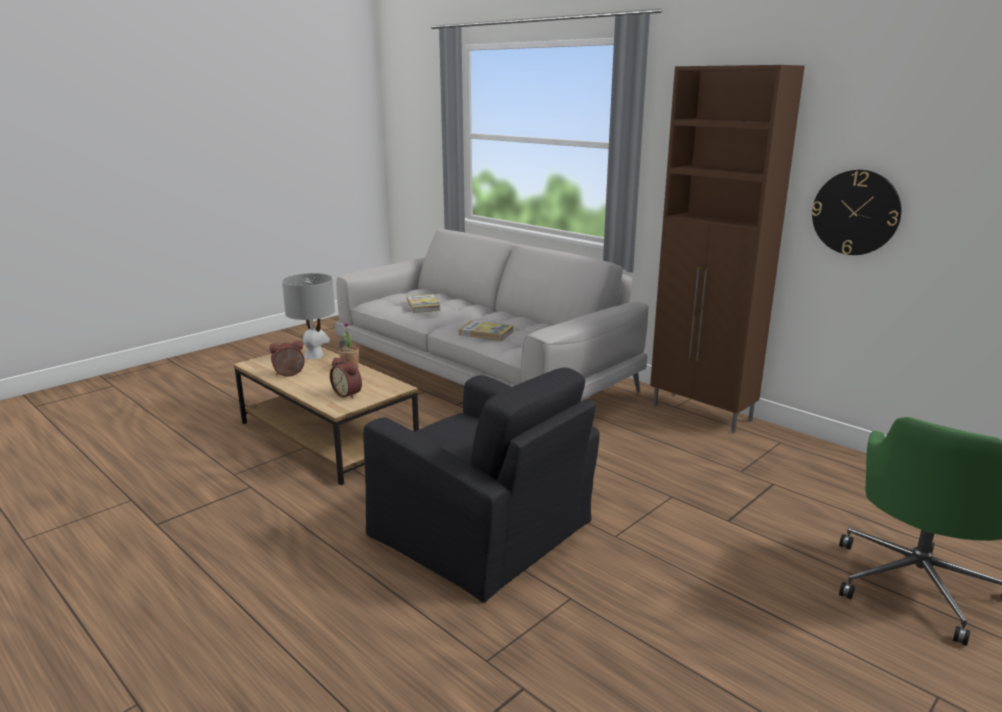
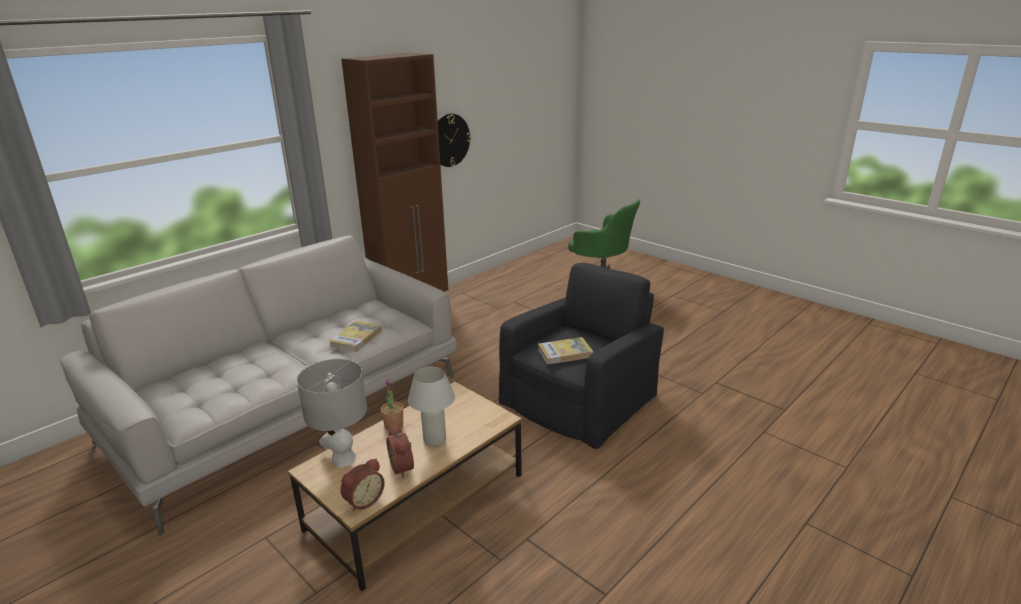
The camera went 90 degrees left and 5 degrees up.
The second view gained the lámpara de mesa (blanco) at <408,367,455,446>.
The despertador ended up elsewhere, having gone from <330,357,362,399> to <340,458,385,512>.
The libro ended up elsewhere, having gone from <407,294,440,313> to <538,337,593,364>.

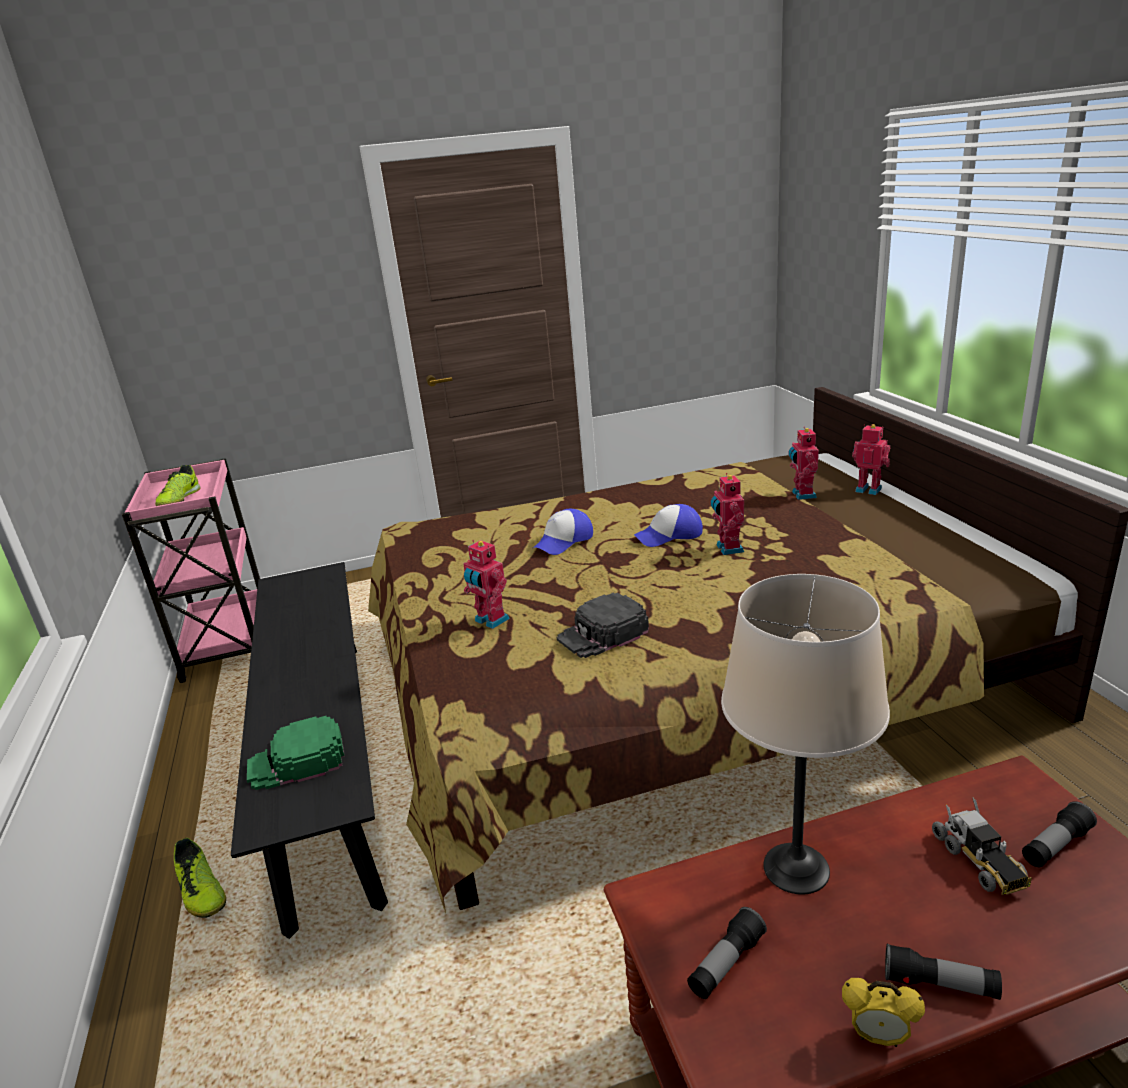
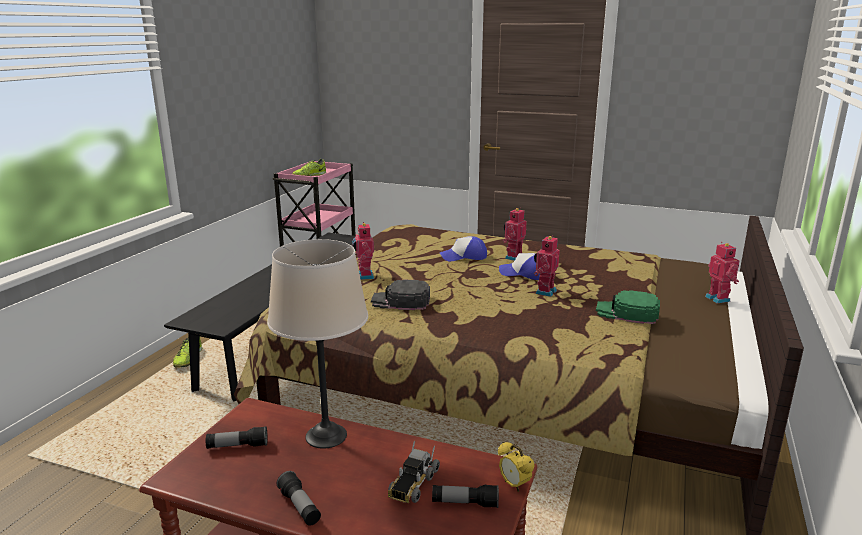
The camera went 35 degrees right and 5 degrees down.
The gorra (verde) ended up elsewhere, having gone from <247,716,345,790> to <596,290,660,324>.
The robot de juguete ended up elsewhere, having gone from <788,427,819,500> to <503,208,527,261>.
The despertador ended up elsewhere, having gone from <842,978,925,1047> to <498,442,535,492>.

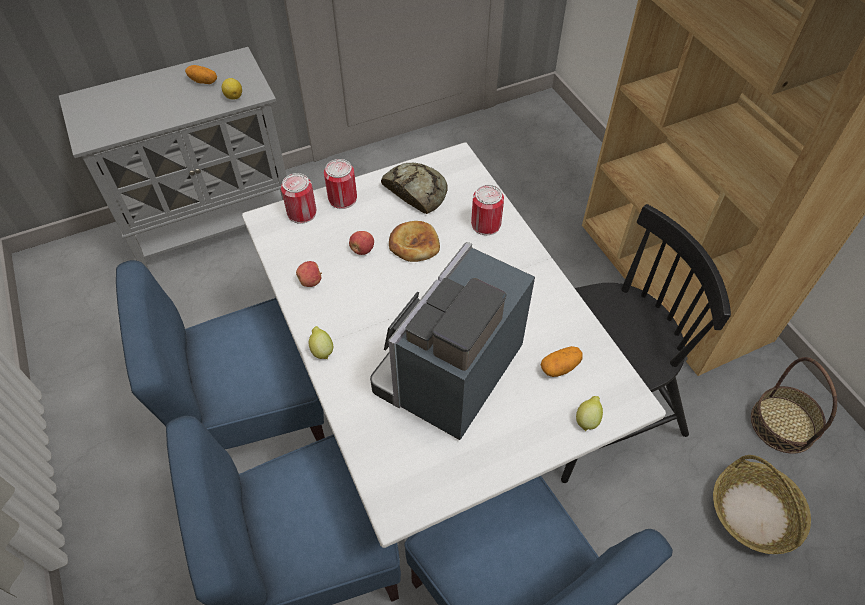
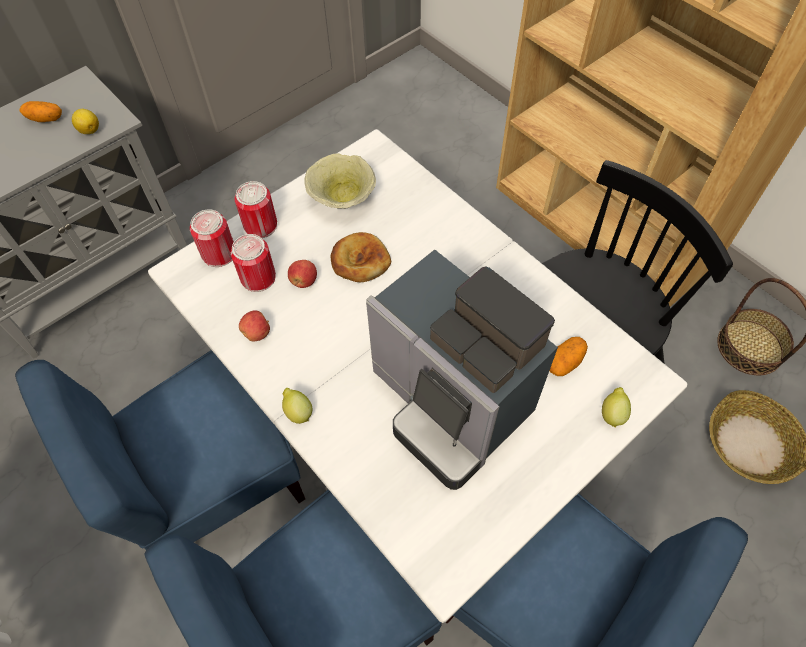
The camera went 15 degrees left and 5 degrees up.
The lata ended up elsewhere, having gone from <471,185,504,235> to <231,234,276,292>.
Where the pan stood at <381,163,448,214>, the cuenco (beis) came to stand at <305,153,376,209>.
The cafetera at <370,242,535,440> ended up facing another way, 60 degrees counterclockwise from before.

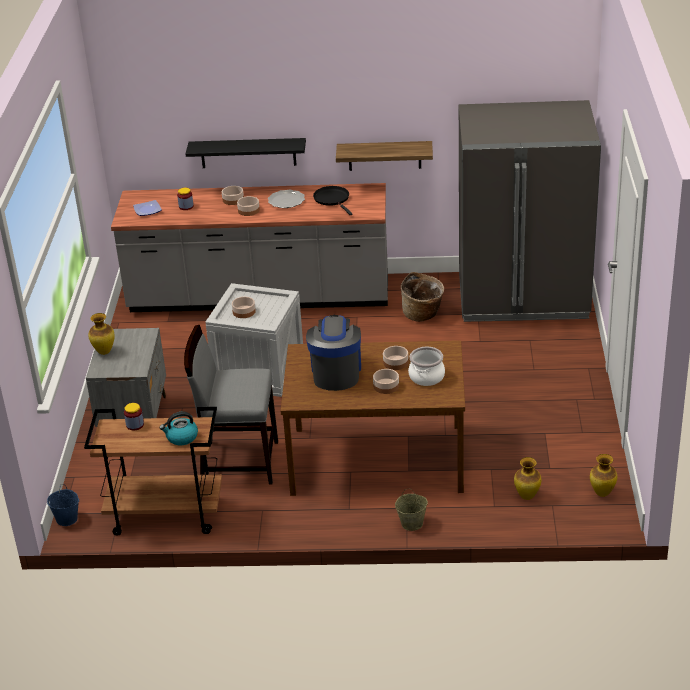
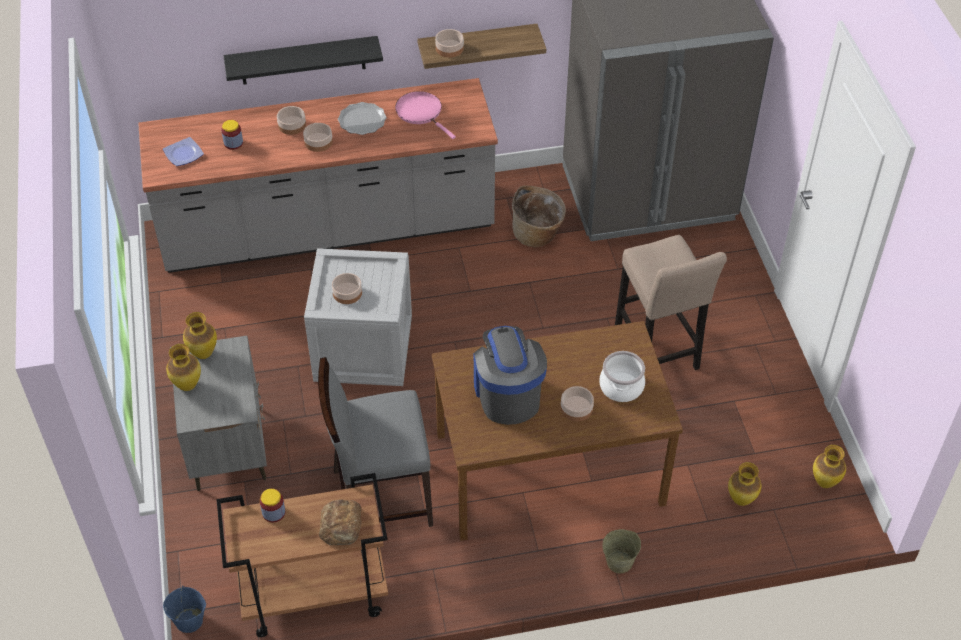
The camera went 15 degrees left and 15 degrees up.
The second view gained the florero at <183,312,217,359>.
The second view gained the taburete (beis) at <615,235,727,370>.
The cuenco ended up elsewhere, having gone from <383,346,408,370> to <435,29,464,58>.
Where the hervidor stood at <160,412,198,445>, the pan came to stand at <319,499,362,545>.
What was the sartén (negro) at <313,186,353,215> turned into the sartén (rosa) at <395,91,456,139>.

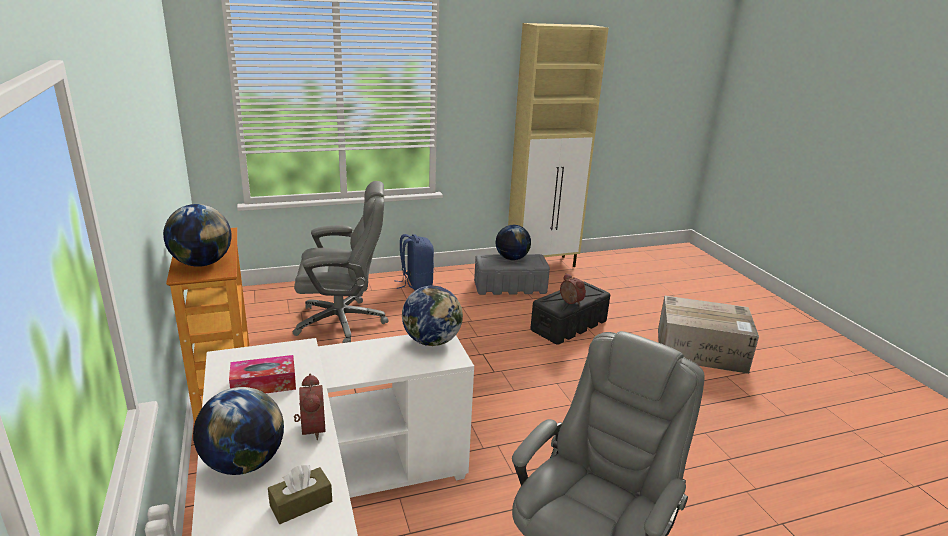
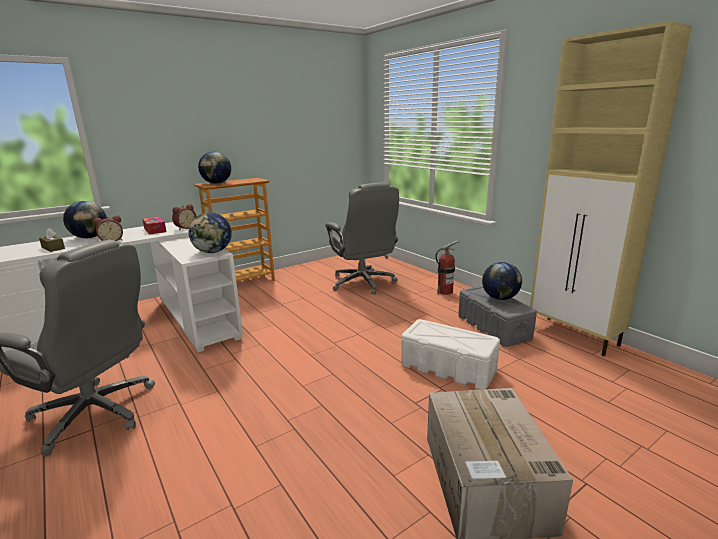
The camera went 75 degrees right and 5 degrees down.
The despertador ended up elsewhere, having gone from <560,273,586,305> to <172,204,196,230>.
Where the mochila (azul) stood at <394,234,434,291>, the extintor came to stand at <435,240,459,295>.
What was the caja de almacenaje (negro) at <530,281,610,345> turned into the caja de almacenaje (blanco) at <401,319,500,390>.

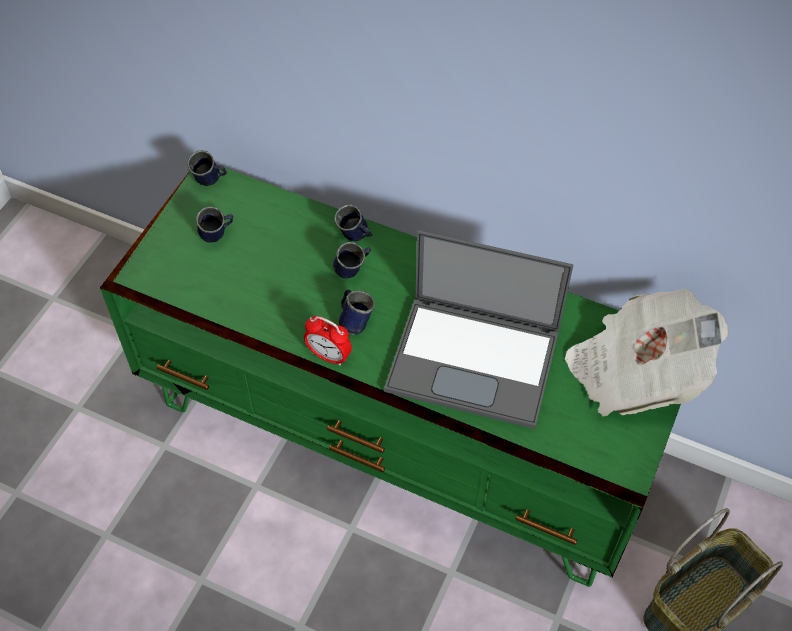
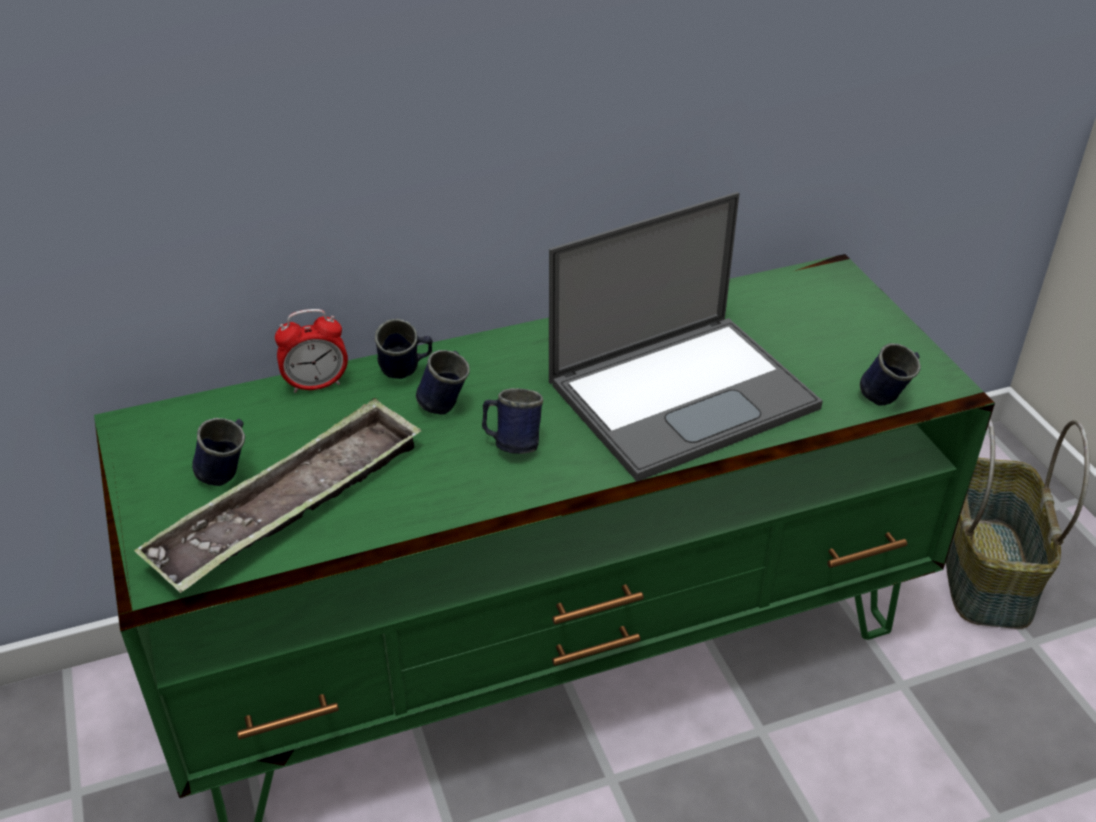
The camera went 45 degrees left and 15 degrees down.
The second view lost the periódico at <565,289,729,416>.
The second view gained the bandeja at <134,398,421,593>.
The taza grande (azul) ended up elsewhere, having gone from <187,150,227,186> to <860,343,921,406>.
The despertador ended up elsewhere, having gone from <304,316,352,366> to <275,309,348,393>.

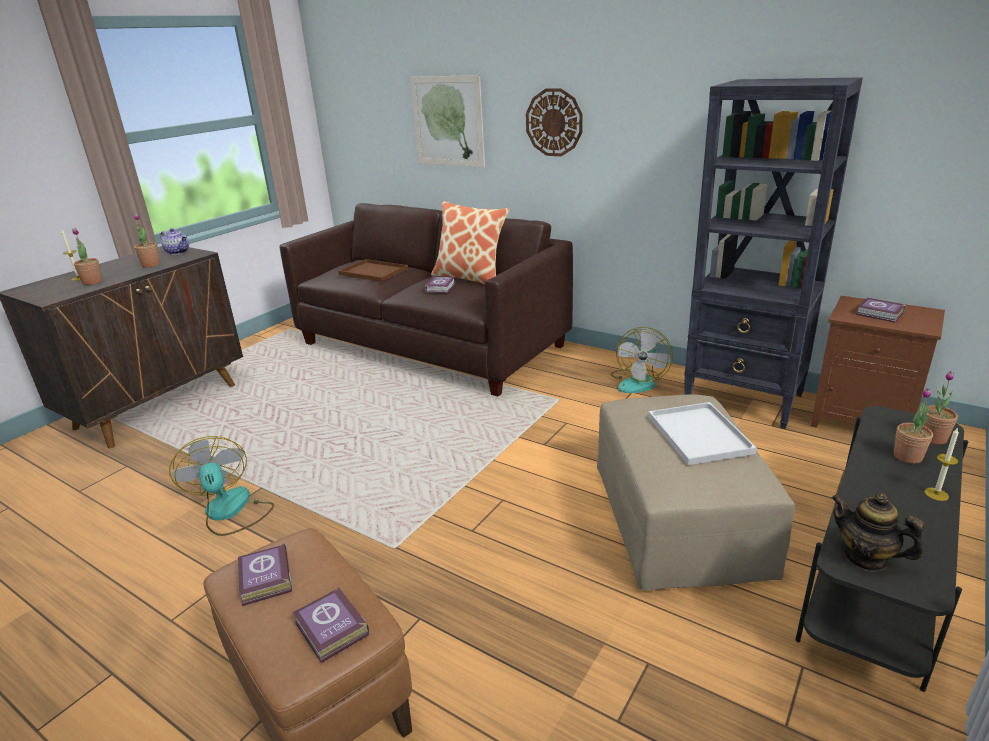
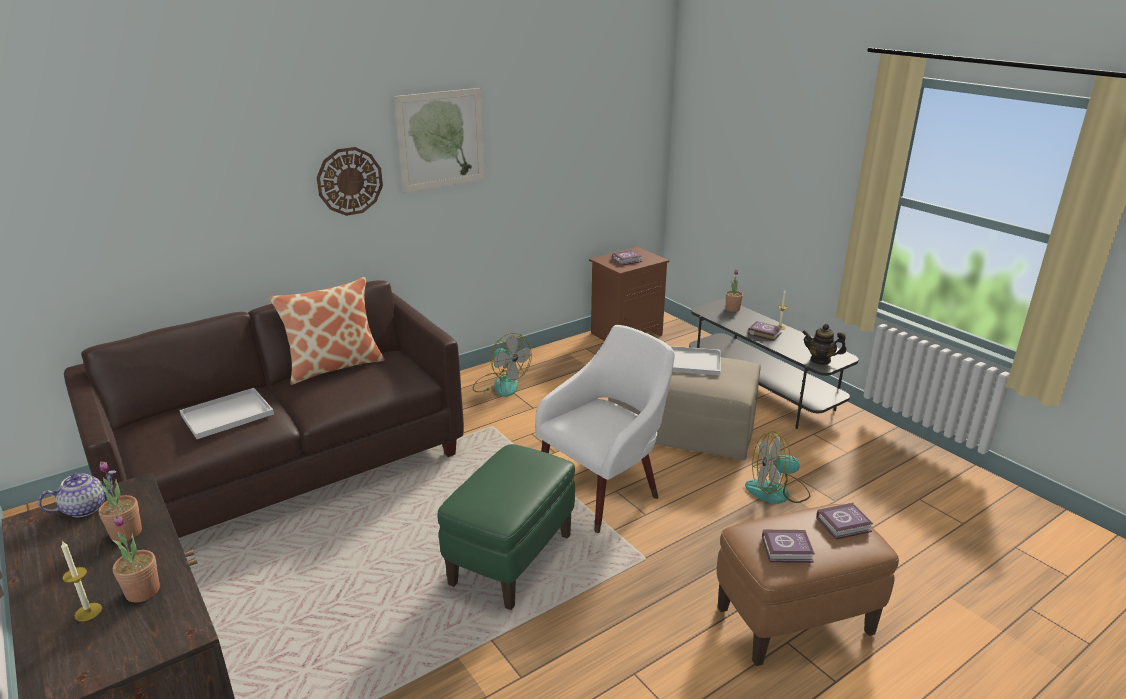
The camera went 70 degrees left and 0 degrees up.
The second view lost the estantería (negro) at <684,77,863,429>.
The second view lost the planta en maceta at <894,388,933,464>.
The second view gained the puf (verde) at <437,444,575,610>.
The second view gained the sillón (blanco) at <535,325,675,533>.
The ventilador ended up elsewhere, having gone from <169,436,274,536> to <745,431,810,504>.
The cuadro ended up elsewhere, having gone from <410,75,485,168> to <394,88,485,193>.
The libro ended up elsewhere, having gone from <425,276,455,293> to <748,321,782,341>.
What was the bandeja (marrón) at <338,259,408,282> turned into the bandeja (blanco) at <180,388,274,439>.
The tetera at <831,493,924,572> ended up facing another way, 45 degrees clockwise from before.

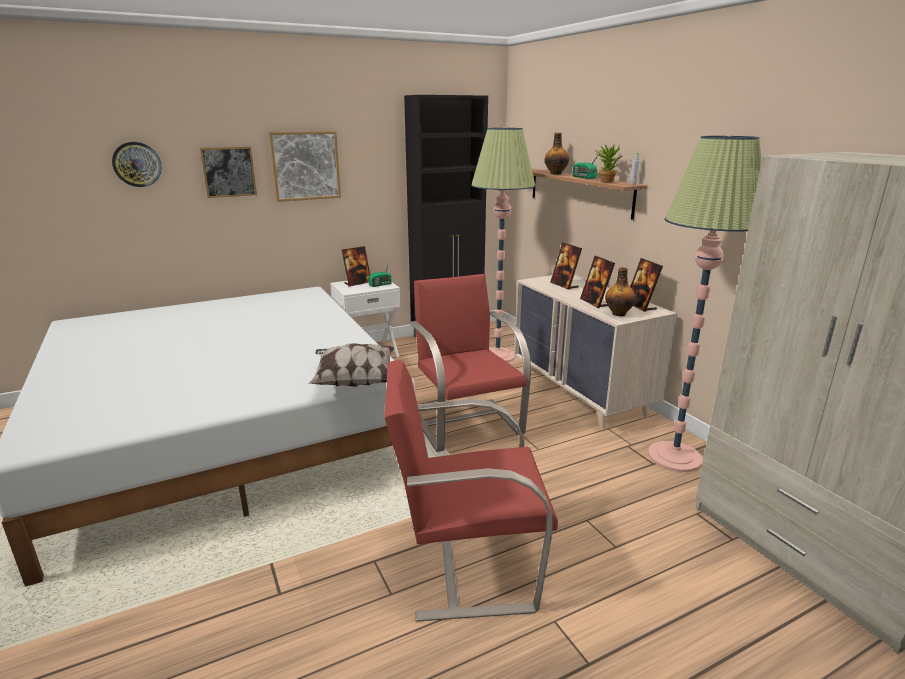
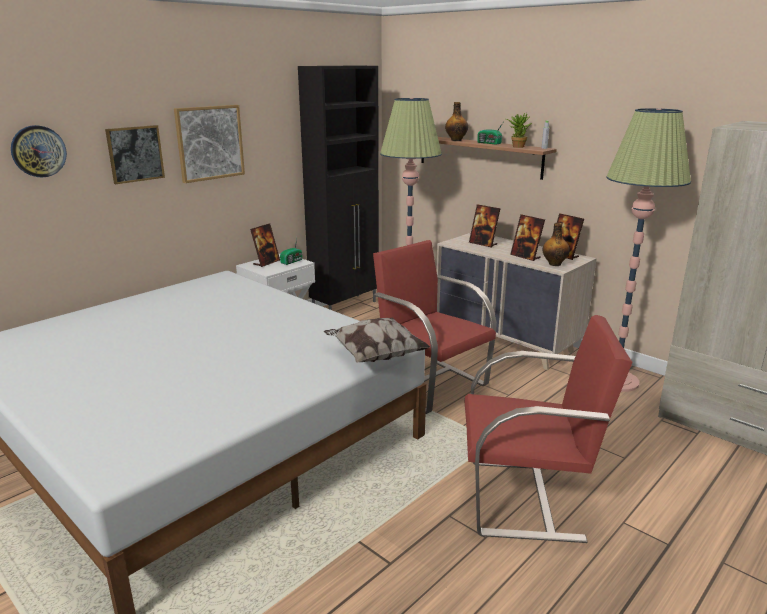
The camera went 20 degrees left and 0 degrees up.
The sillón (rojo) at <384,360,558,622> ended up facing another way, 150 degrees counterclockwise from before.

